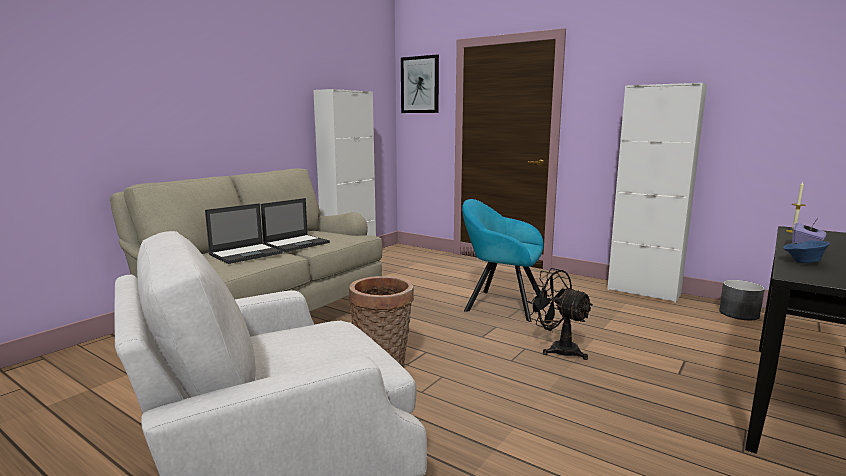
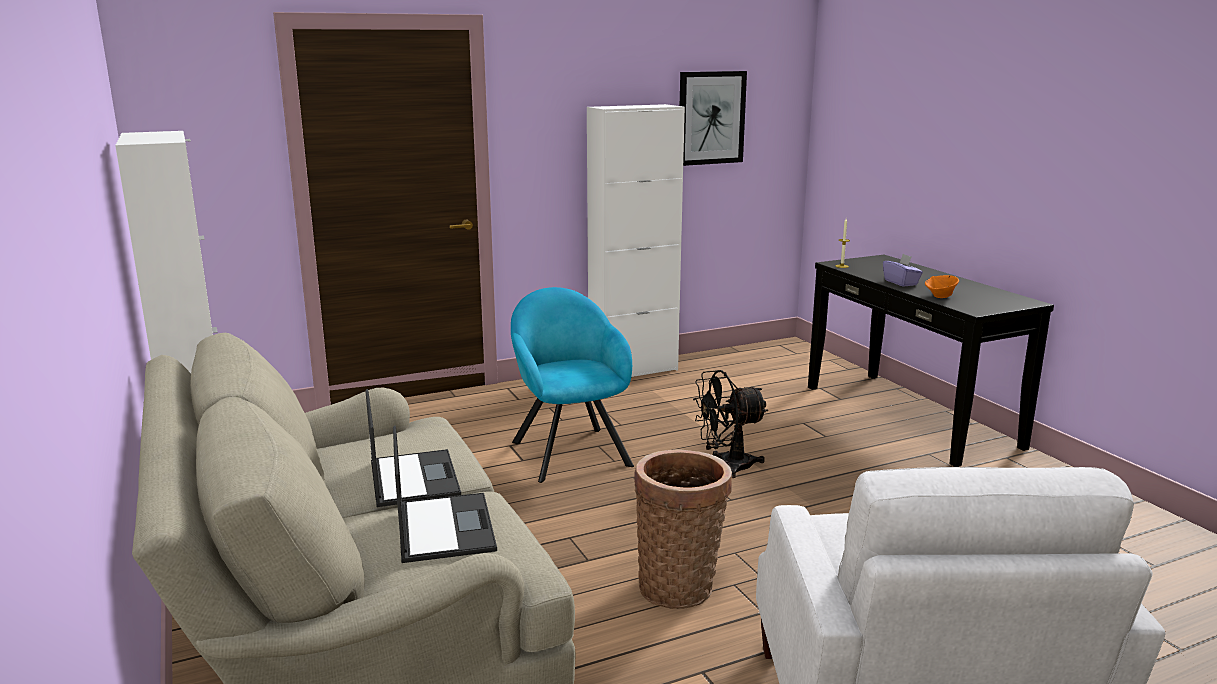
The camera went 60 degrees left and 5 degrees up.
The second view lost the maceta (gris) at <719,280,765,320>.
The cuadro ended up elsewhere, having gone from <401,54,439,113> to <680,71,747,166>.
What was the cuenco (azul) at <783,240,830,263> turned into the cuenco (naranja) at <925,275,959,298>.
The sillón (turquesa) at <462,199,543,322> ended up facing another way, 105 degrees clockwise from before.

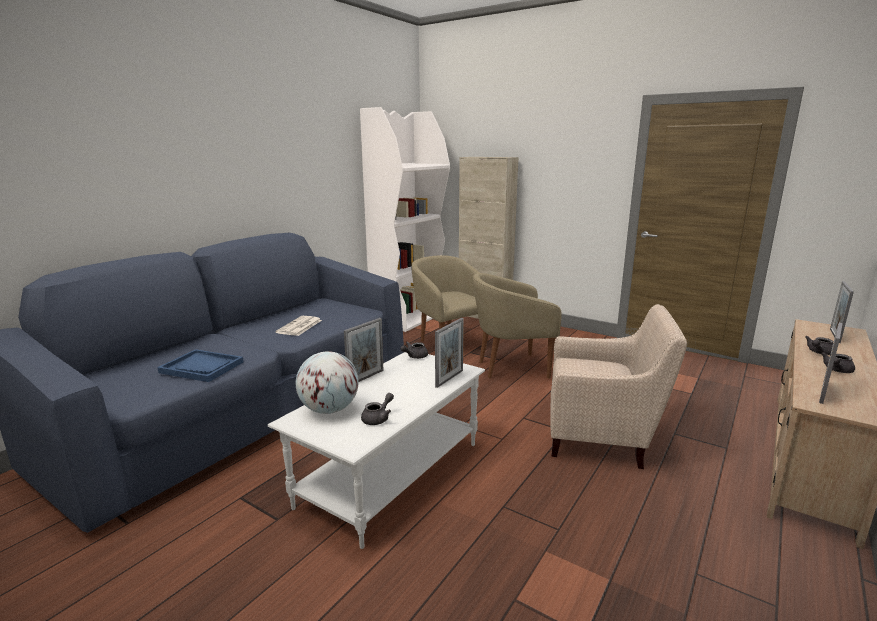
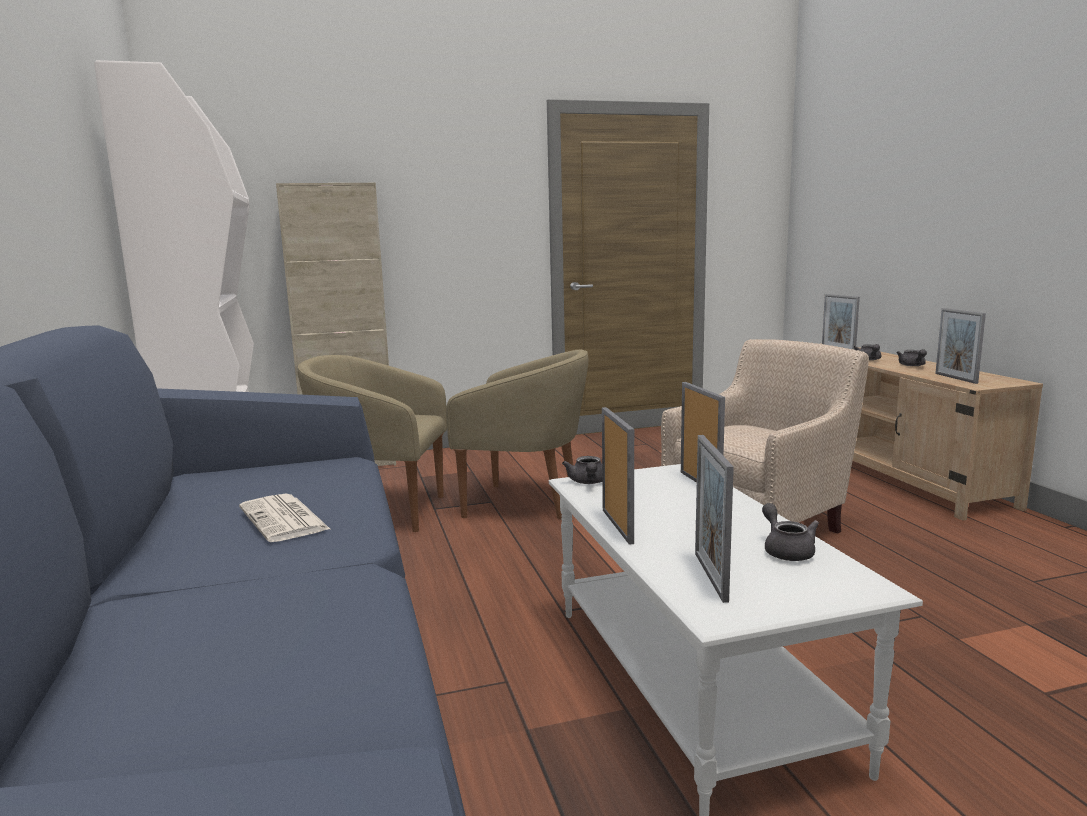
The camera went 50 degrees left and 5 degrees down.
The second view lost the bandeja (azul) at <157,349,244,382>.
Where the globo terráqueo stood at <296,351,359,414>, the portarretratos came to stand at <695,435,734,603>.
The sillón (beis) at <473,273,562,378> ended up facing another way, 105 degrees counterclockwise from before.

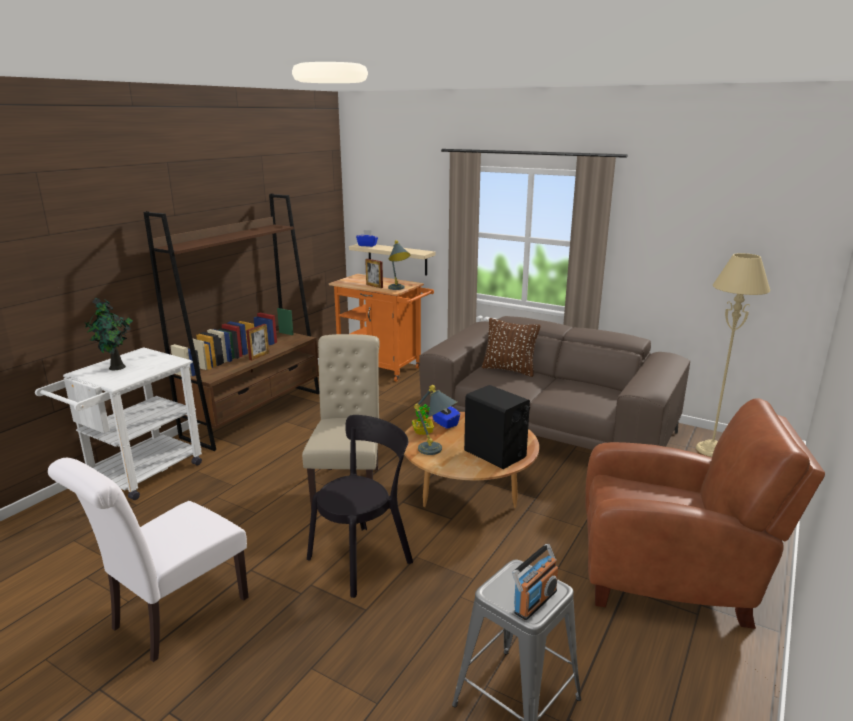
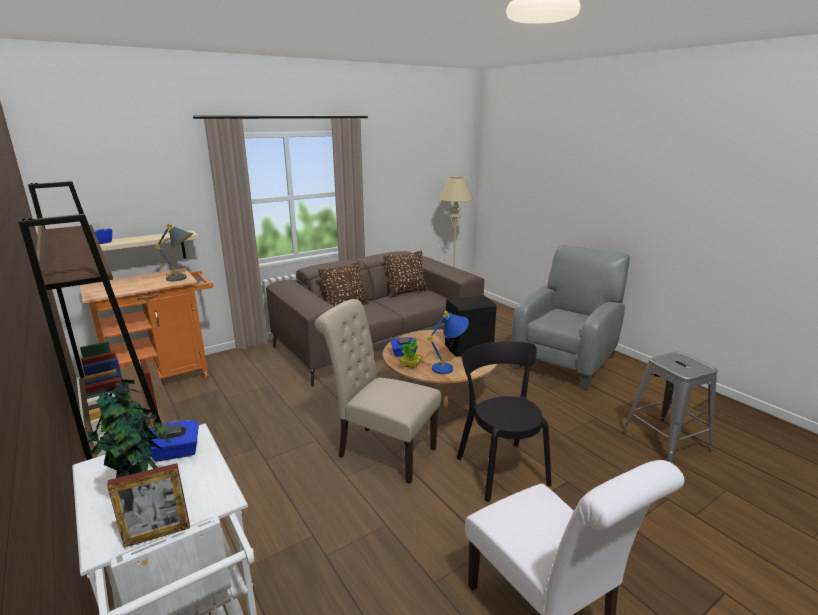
The camera went 65 degrees left and 0 degrees up.
The second view lost the radio at <512,544,558,620>.
The second view gained the caja de pañuelos (azul) at <149,420,199,462>.
The second view gained the cojín (marrón) at <383,250,429,298>.
The portarretratos ended up elsewhere, having gone from <365,259,383,288> to <107,463,190,548>.
What was the lámpara de mesa (gris) at <414,385,457,455> turned into the lámpara de mesa (azul) at <427,311,469,374>.
What was the sillón (marrón) at <585,398,825,629> turned into the sillón (gris) at <511,245,630,390>.

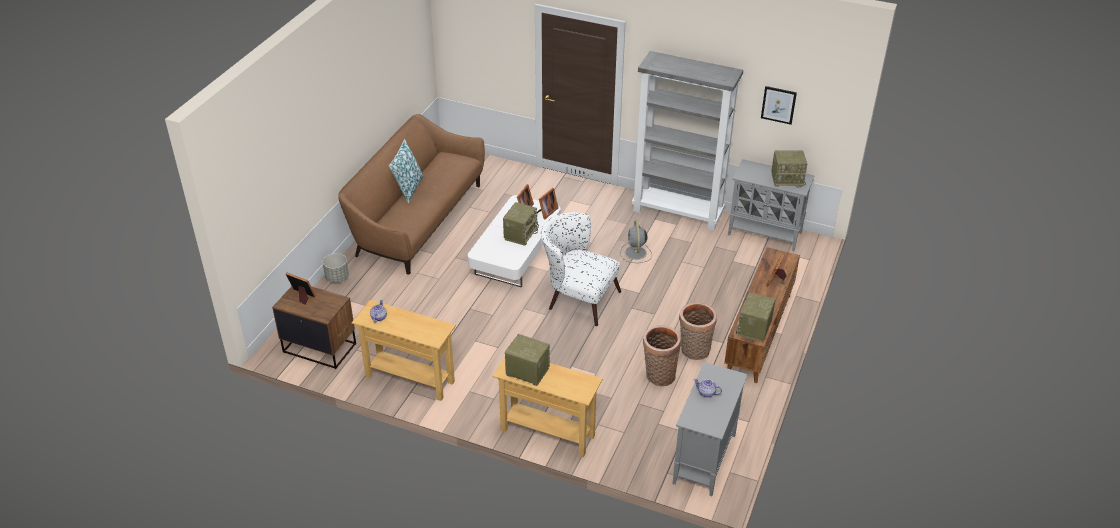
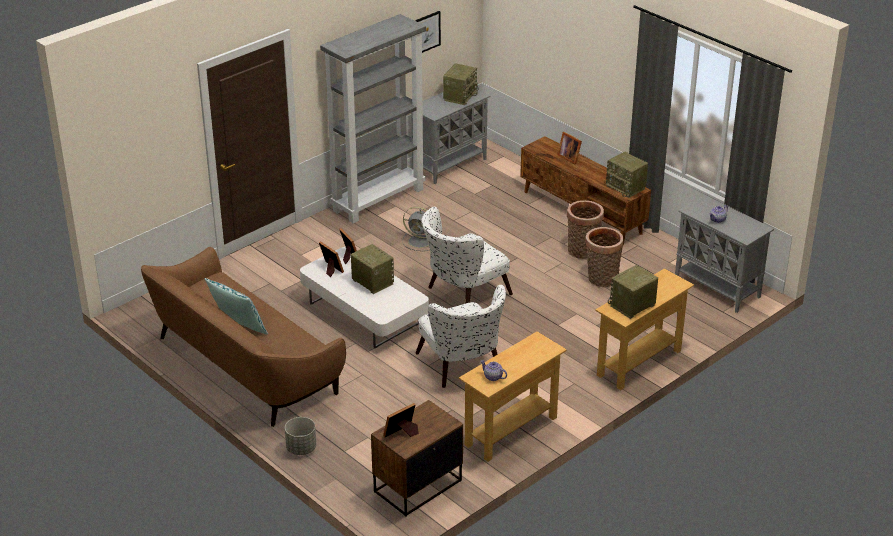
The camera went 65 degrees left and 5 degrees down.
The second view gained the sillón (blanco) at <416,285,506,388>.

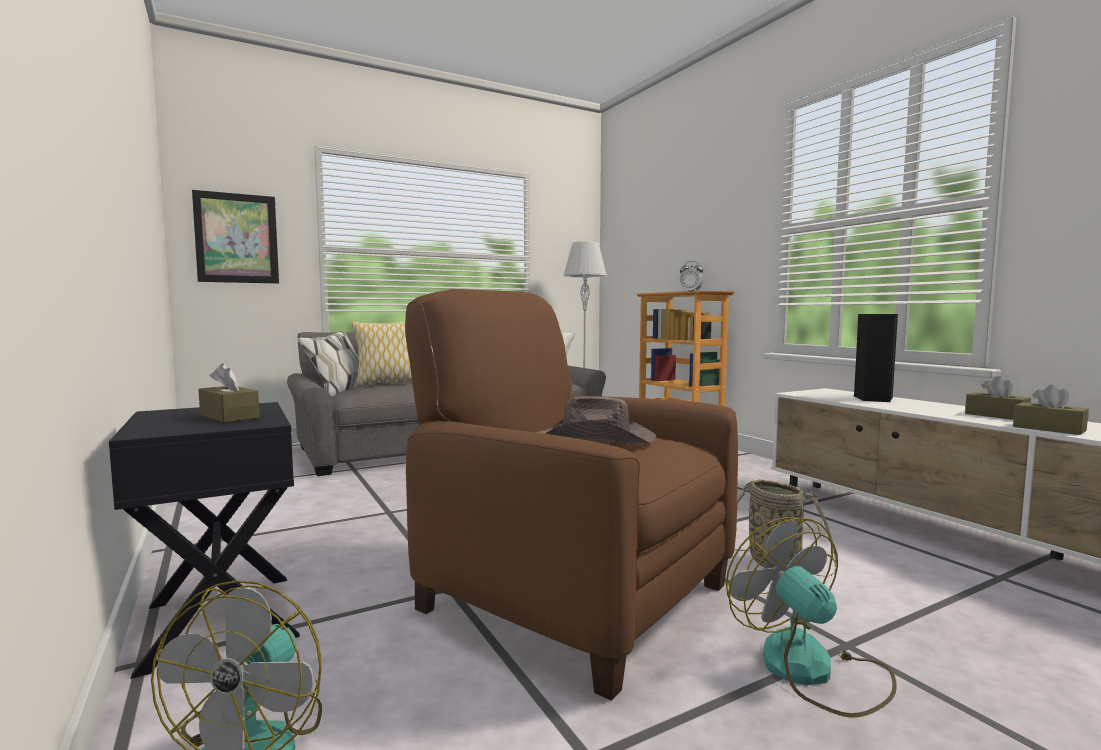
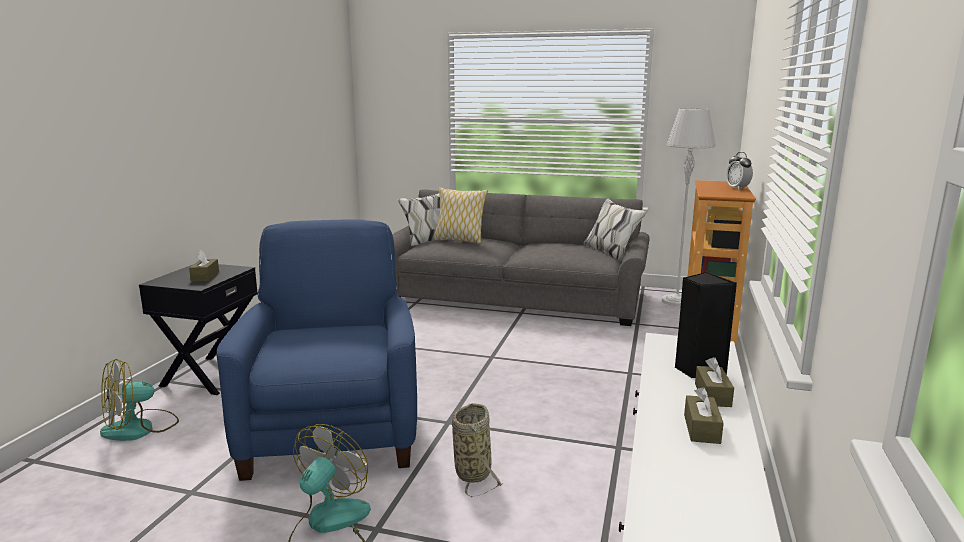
The camera went 45 degrees right and 10 degrees up.
The second view lost the cuadro at <192,190,279,284>.
The second view lost the sombrero (marrón) at <536,396,656,444>.
The caja de pañuelos (marrón) ended up elsewhere, having gone from <1013,385,1089,435> to <695,357,734,407>.
What was the sillón (marrón) at <405,289,738,700> turned into the sillón (azul) at <217,219,417,481>.

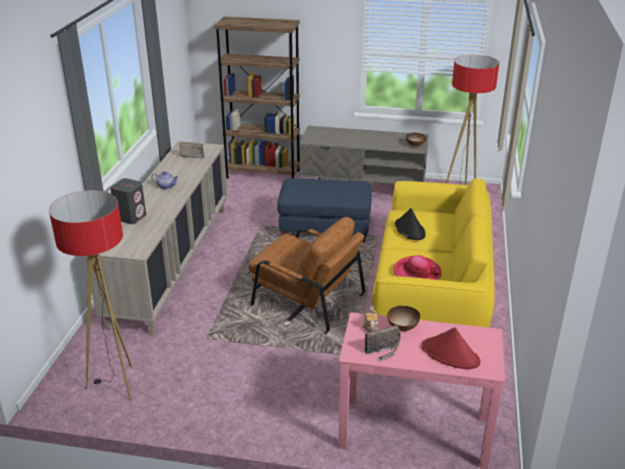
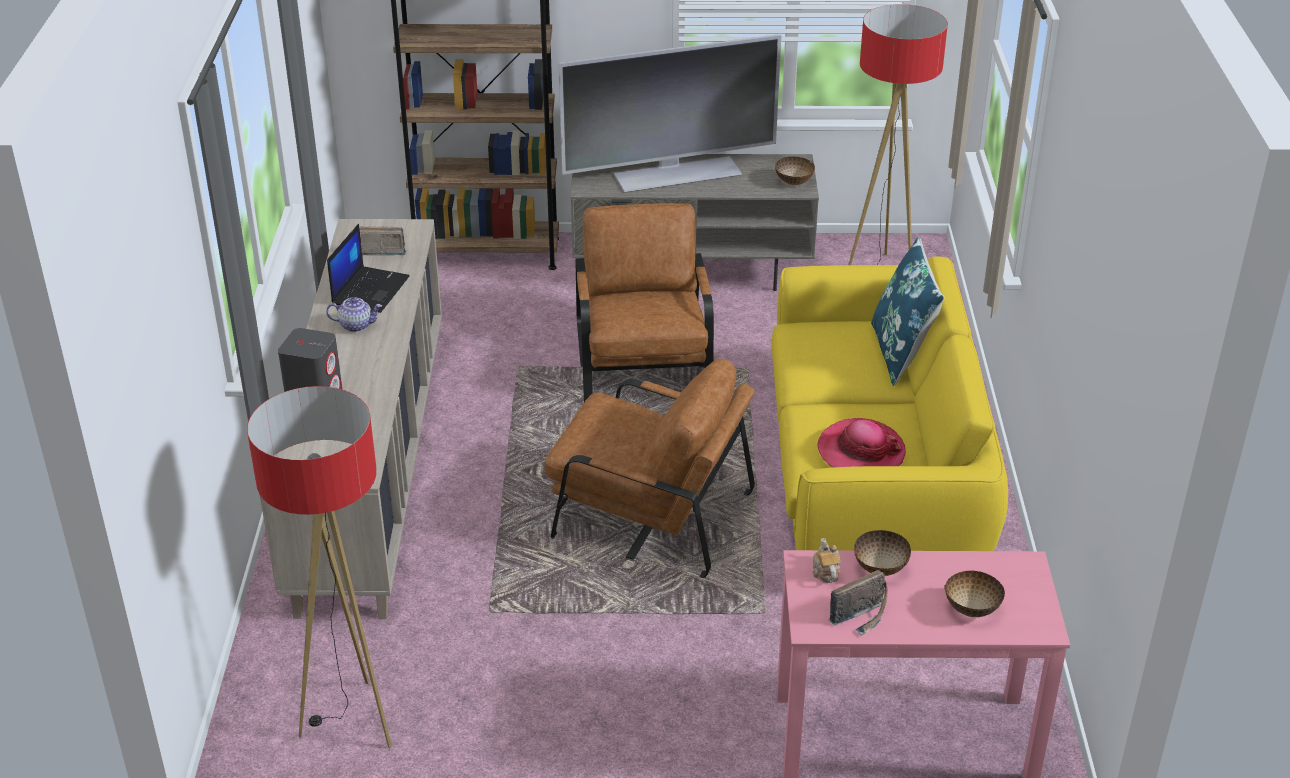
The camera went 10 degrees left and 5 degrees up.
The second view lost the sombrero (negro) at <395,208,426,240>.
The second view gained the portátil at <327,224,410,313>.
The second view gained the televisor at <558,34,781,193>.
The second view gained the cojín (azul) at <871,237,944,386>.
Where the puf (azul) stood at <277,178,372,242>, the sillón (marrón) came to stand at <575,203,714,402>.
Where the sombrero (rojo) stood at <422,327,481,369>, the cuenco came to stand at <945,570,1005,617>.

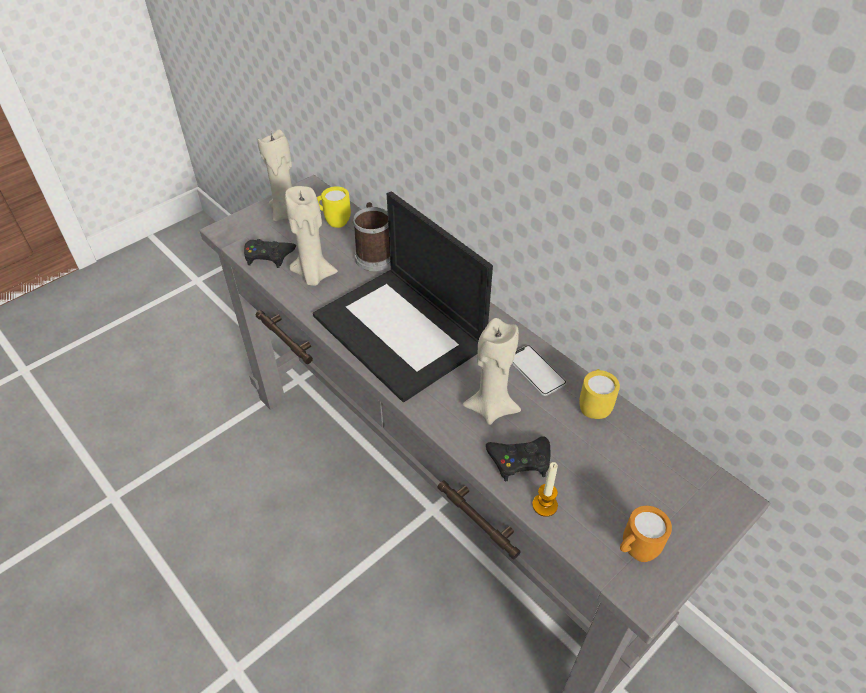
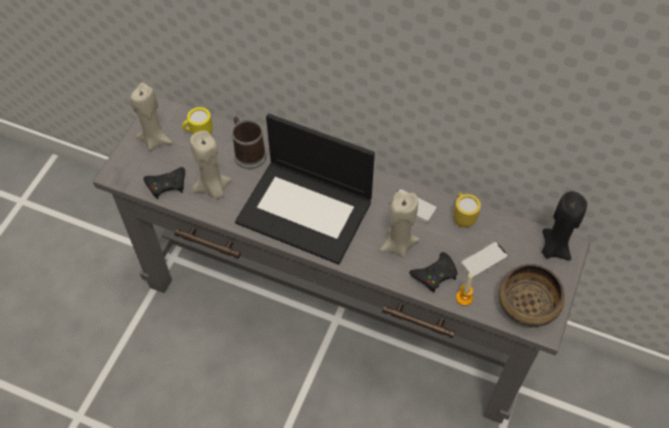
The camera went 25 degrees left and 10 degrees up.
The second view gained the móvil at <460,241,509,278>.
The second view gained the vela (negro) at <542,191,587,261>.
Where the taza grande (naranja) stood at <620,506,672,562>, the cuenco came to stand at <499,264,565,327>.

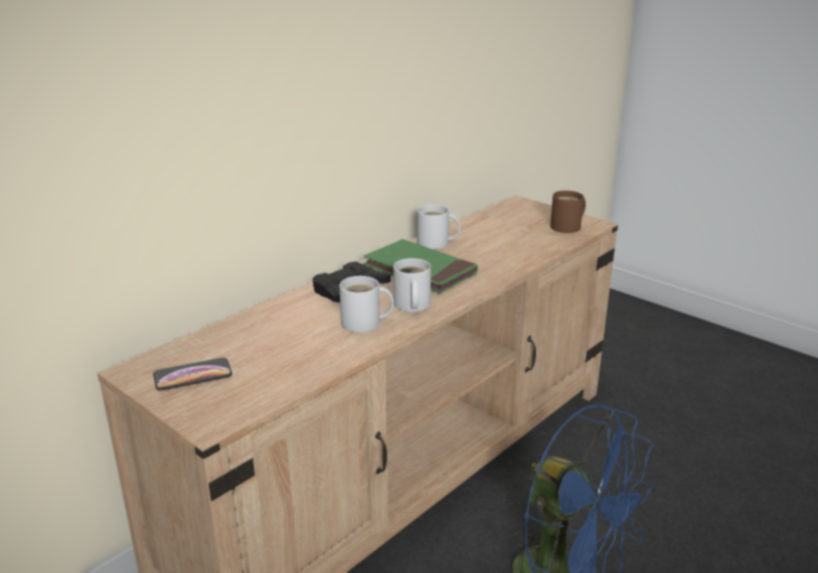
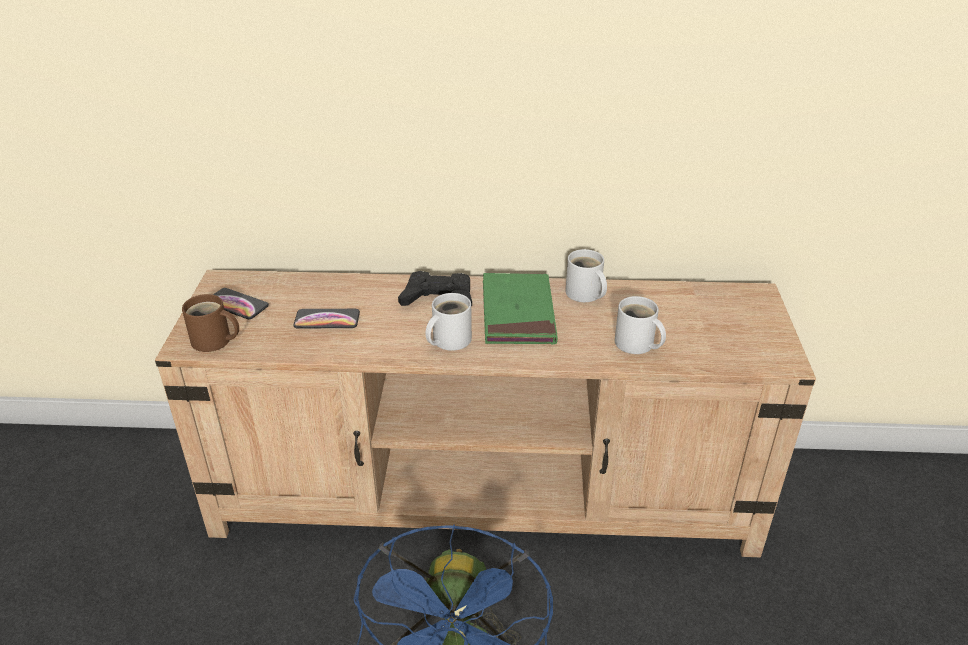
The camera went 50 degrees right and 10 degrees up.
The second view gained the móvil at <293,309,360,328>.
The taza grande (blanco) ended up elsewhere, having gone from <339,276,394,332> to <615,296,666,354>.
The taza grande (marrón) ended up elsewhere, having gone from <550,191,586,233> to <182,294,239,352>.

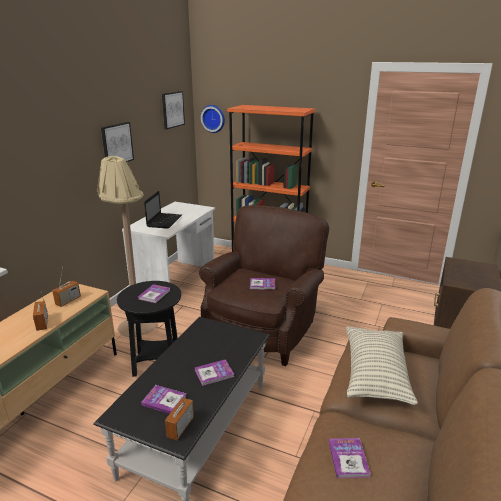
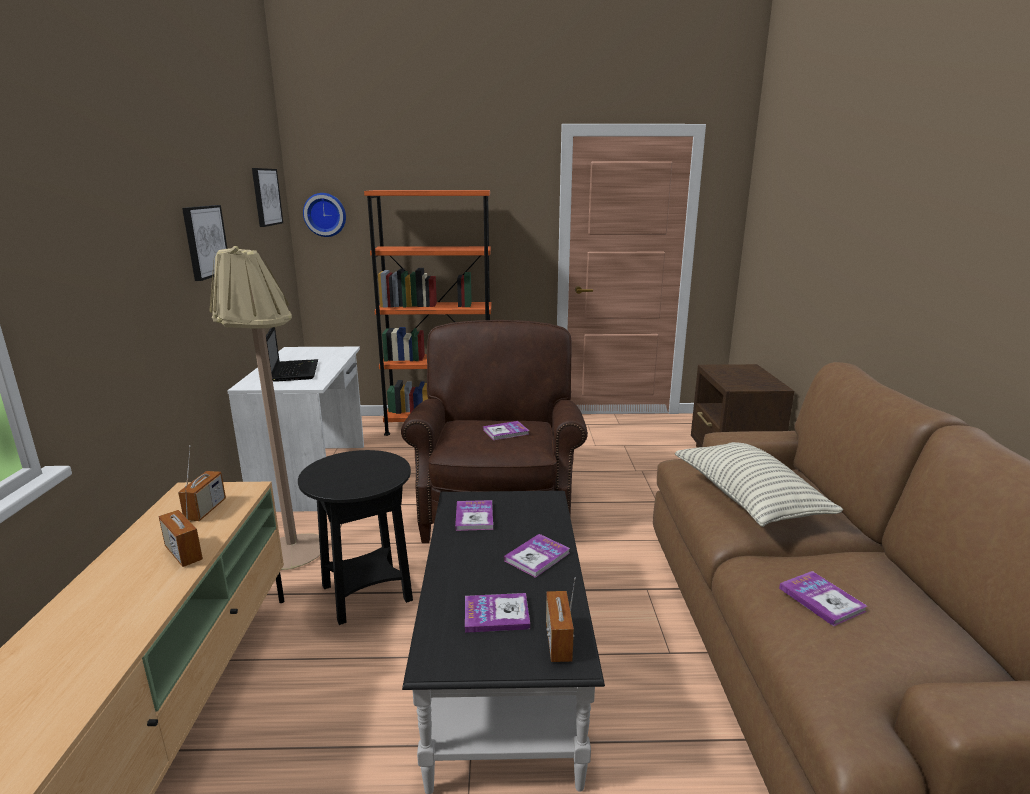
The camera went 25 degrees left and 5 degrees down.
The libro ended up elsewhere, having gone from <138,284,170,303> to <455,500,493,531>.

